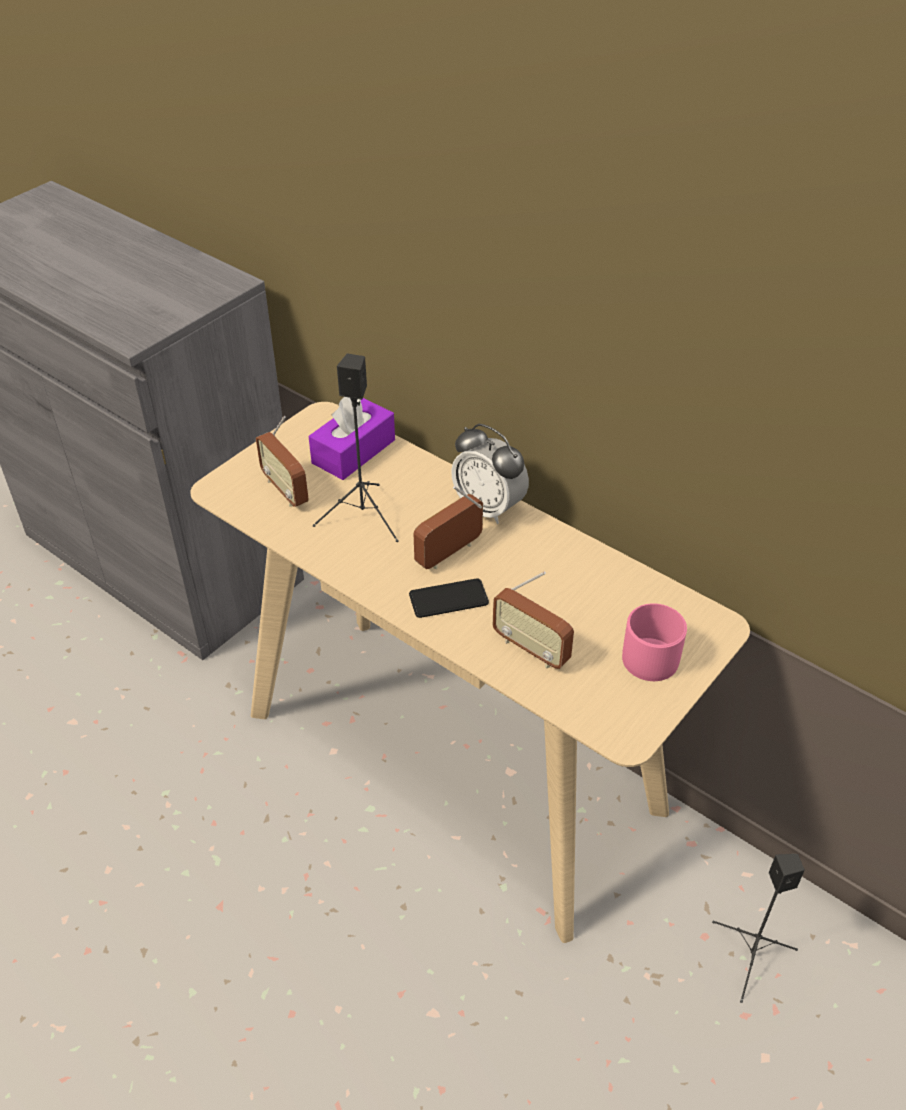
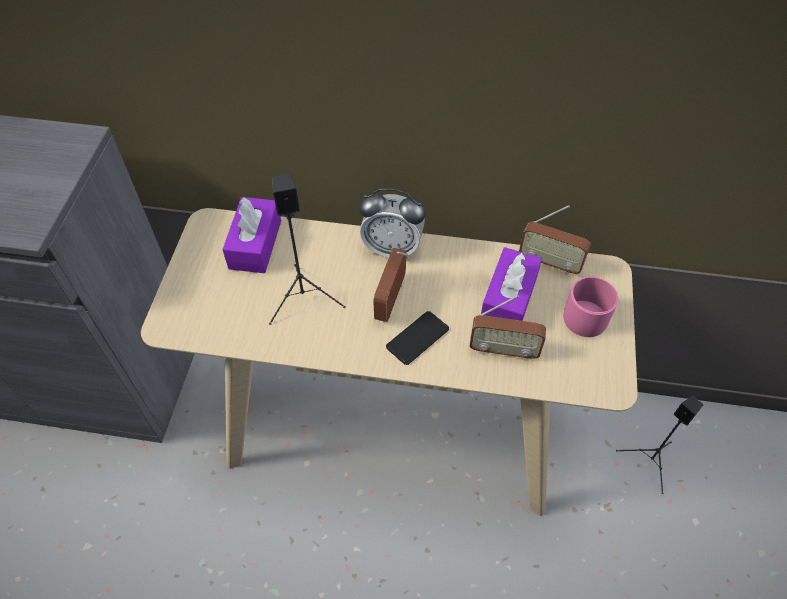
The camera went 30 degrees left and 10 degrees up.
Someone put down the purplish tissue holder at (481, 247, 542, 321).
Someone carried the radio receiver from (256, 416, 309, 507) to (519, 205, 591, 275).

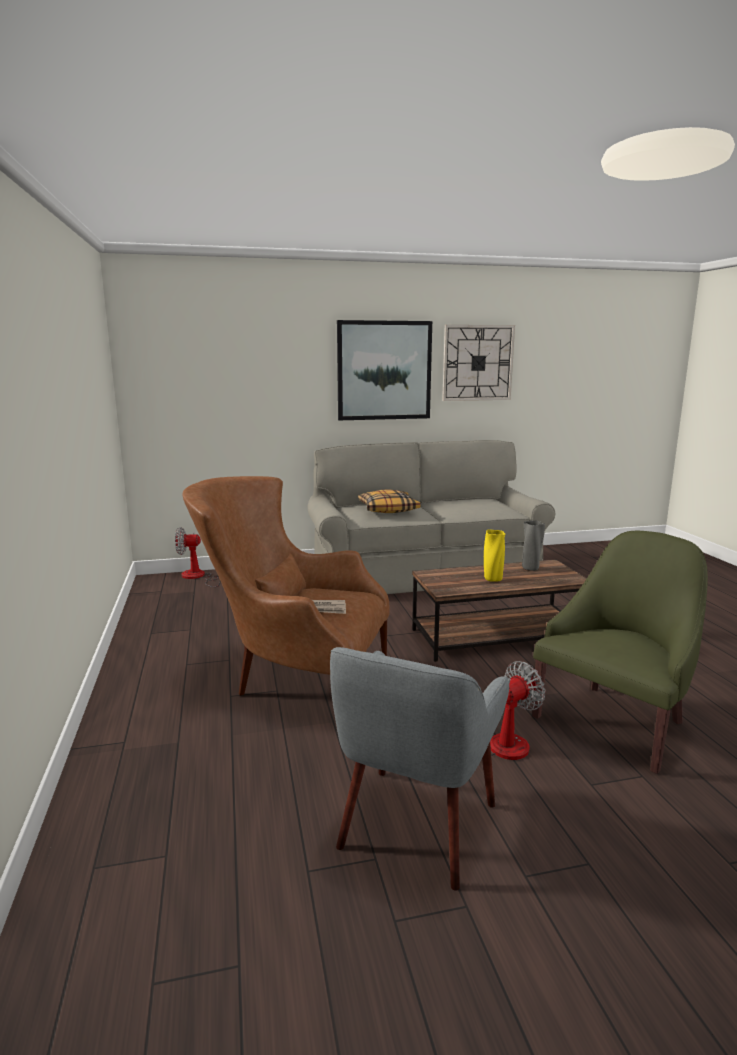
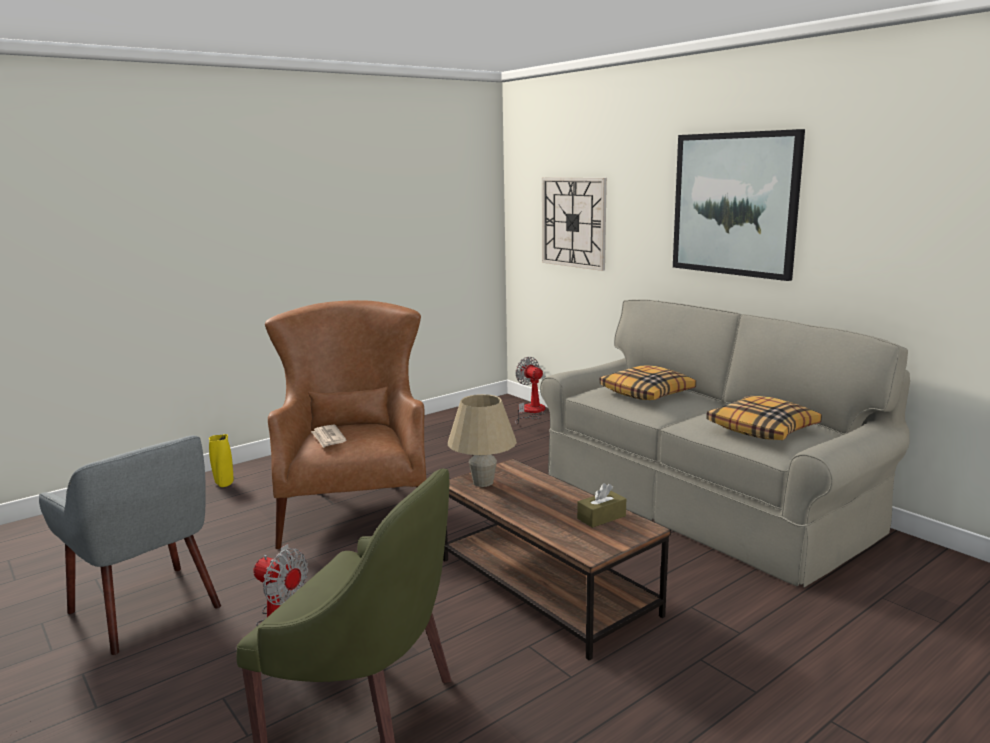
The camera went 65 degrees right and 0 degrees up.
Someone rotated the grey easy chair at (330, 647, 509, 891) by 135 degrees counterclockwise.
Someone carried the yellow-coloured vase from (484, 530, 505, 582) to (209, 434, 234, 487).
Someone put down the beige-coloured lamp for a table at (448, 394, 517, 487).
Someone carried the clock on the wall from (442, 325, 515, 401) to (542, 177, 607, 271).
Someone swapped the grey vase at (522, 520, 545, 571) for the brownish tissue holder at (577, 483, 626, 528).
Someone put down the pillow at (706, 396, 822, 440).

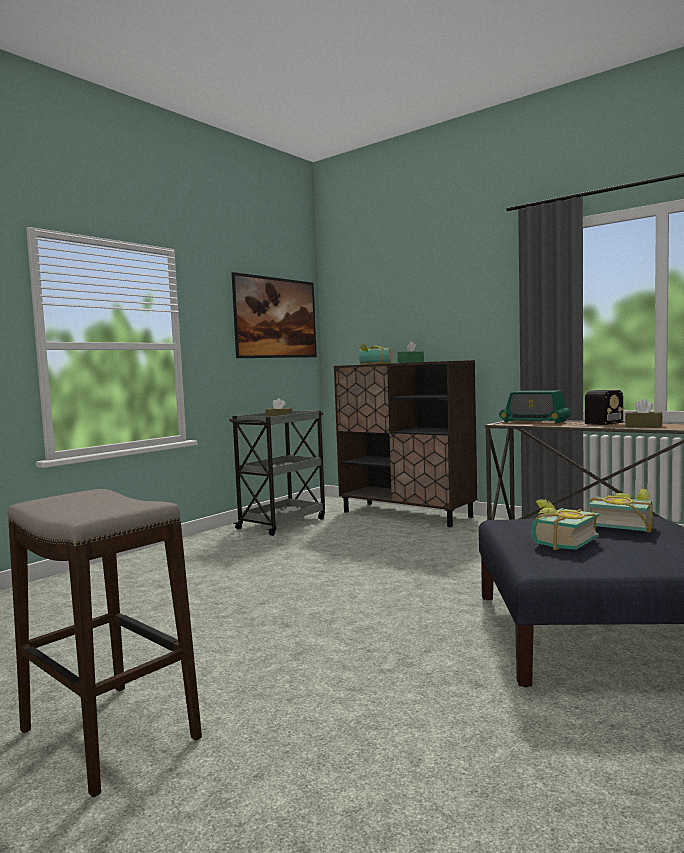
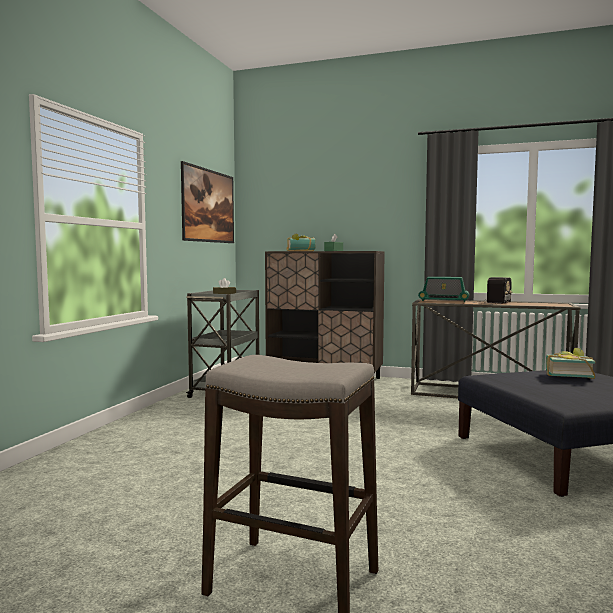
The camera went 20 degrees left and 0 degrees up.
Someone took away the volume at (531, 499, 599, 550).
Someone took away the brownish tissue holder at (625, 399, 663, 428).

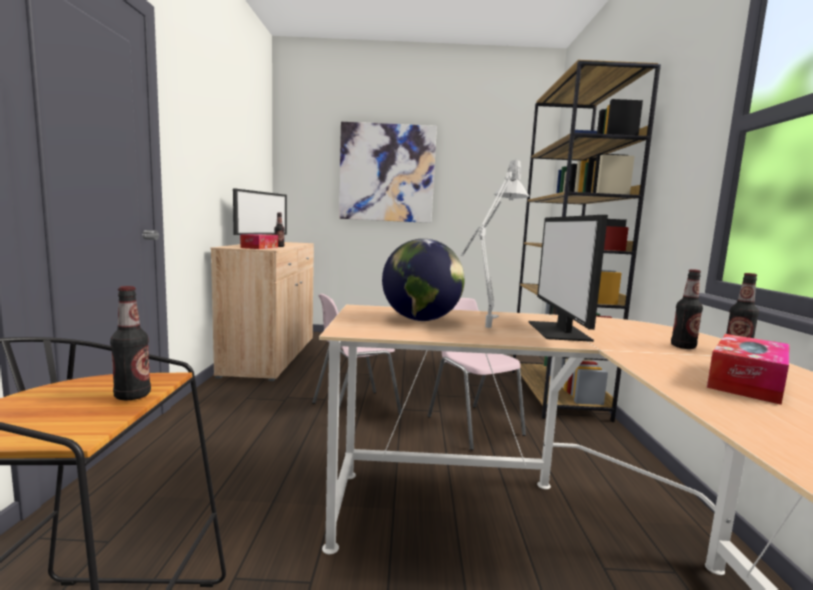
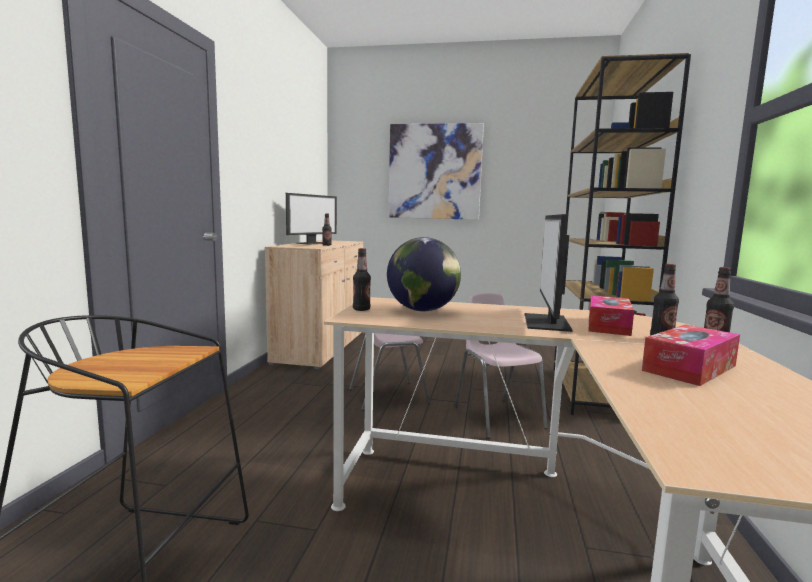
The camera went 10 degrees right and 0 degrees up.
Someone carried the bottle from (110, 286, 151, 400) to (353, 248, 371, 311).
Someone carried the tissue holder from (240, 234, 278, 249) to (589, 295, 634, 336).
Someone took away the grey lamp for a table at (460, 158, 529, 328).

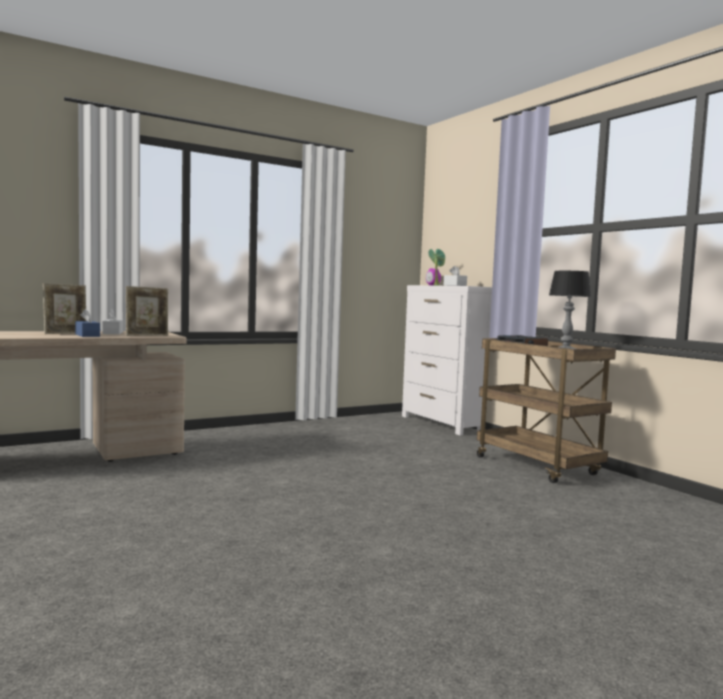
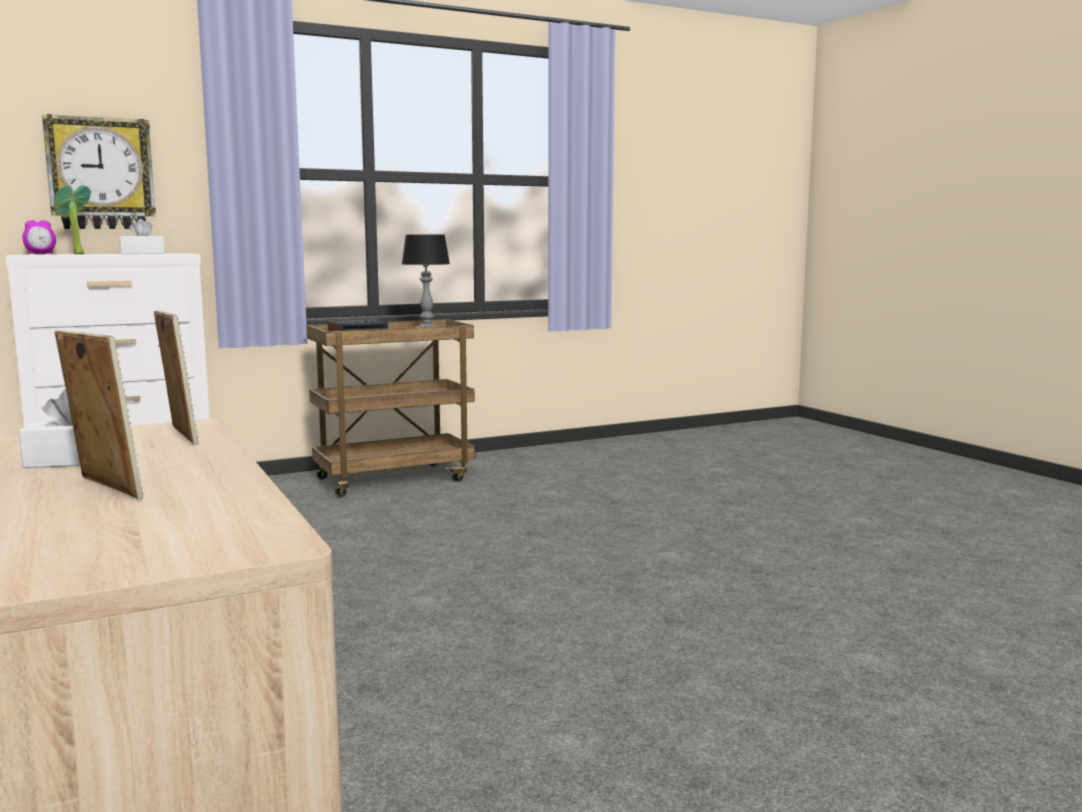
The camera went 85 degrees left and 5 degrees up.
Someone put up the clock on the wall at (42, 114, 156, 229).
Someone took away the blue tissue holder at (75, 309, 100, 337).

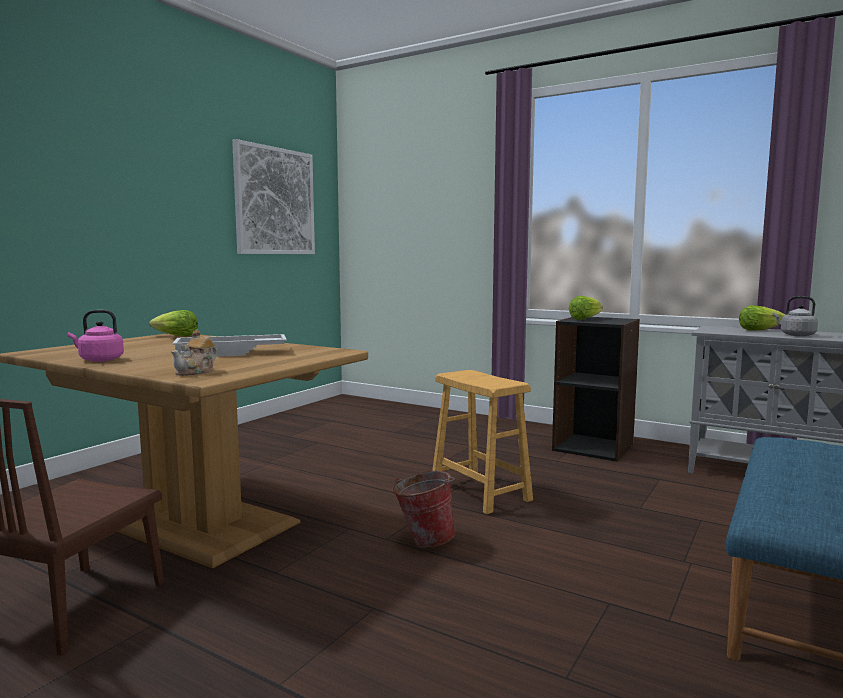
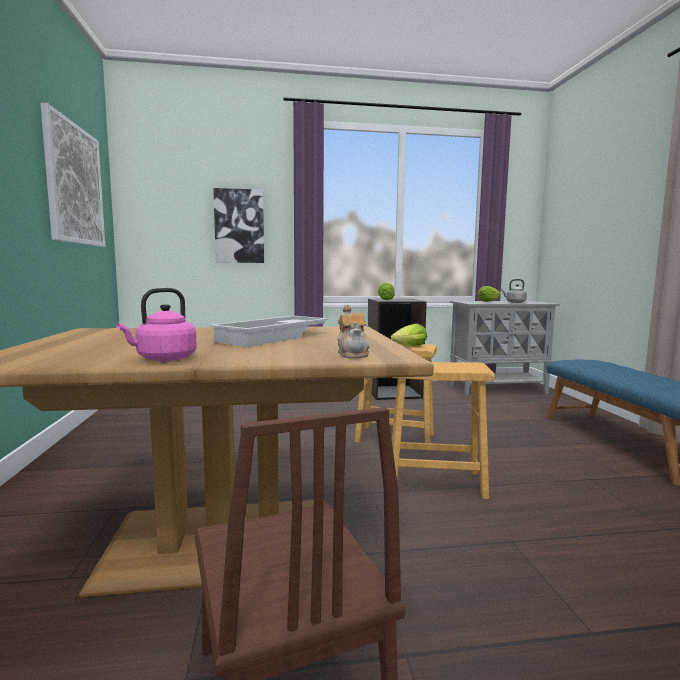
The camera went 40 degrees left and 0 degrees up.
Someone put up the wall art at (213, 188, 264, 263).
Someone carried the head of lettuce from (149, 310, 198, 337) to (391, 324, 427, 347).
Someone swapped the bucket at (393, 471, 456, 548) for the brownish stool seat at (392, 362, 495, 499).

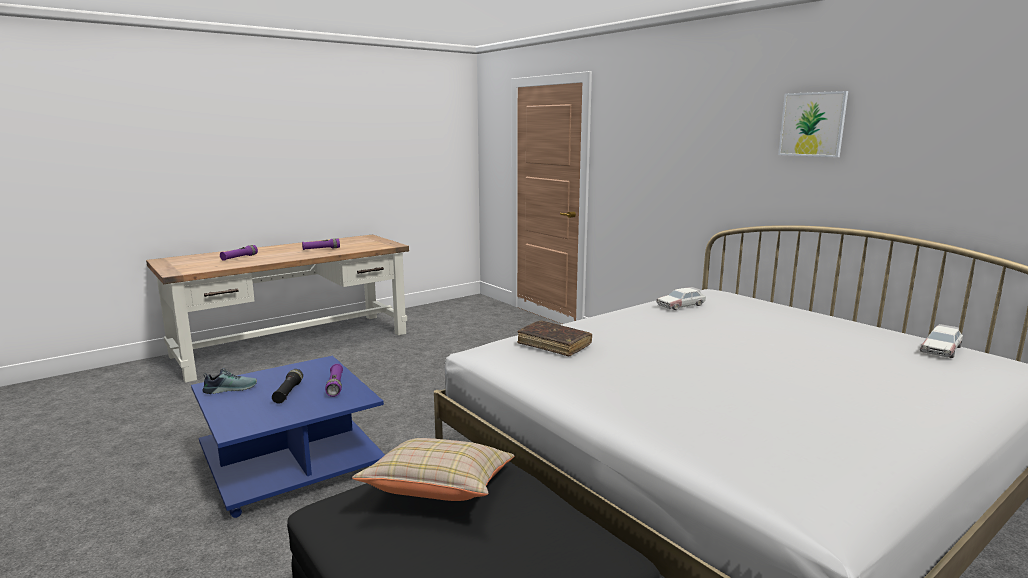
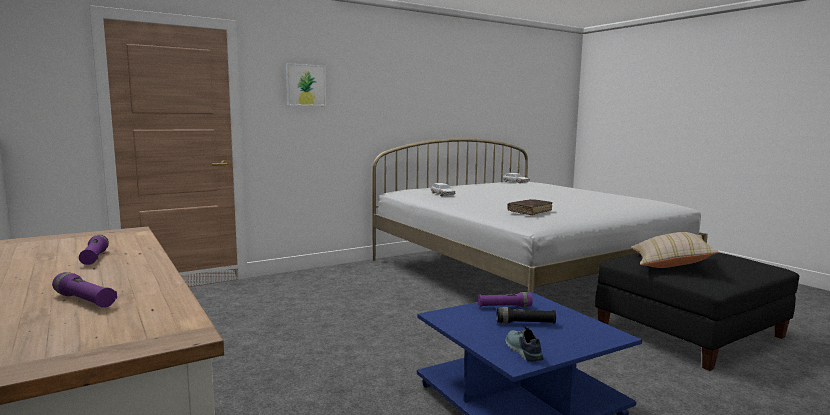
The camera went 85 degrees left and 5 degrees down.
Someone carried the wall art from (778, 91, 848, 157) to (286, 63, 326, 106).

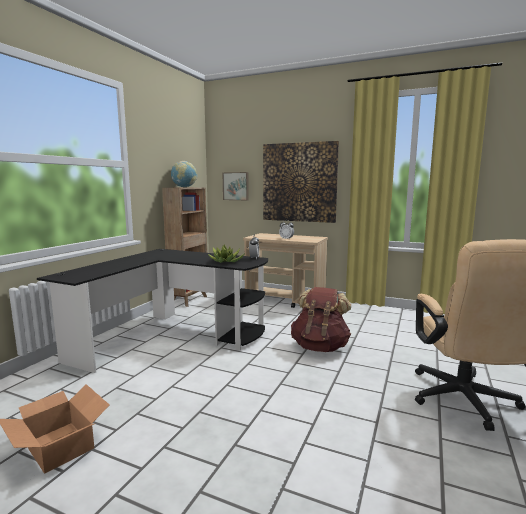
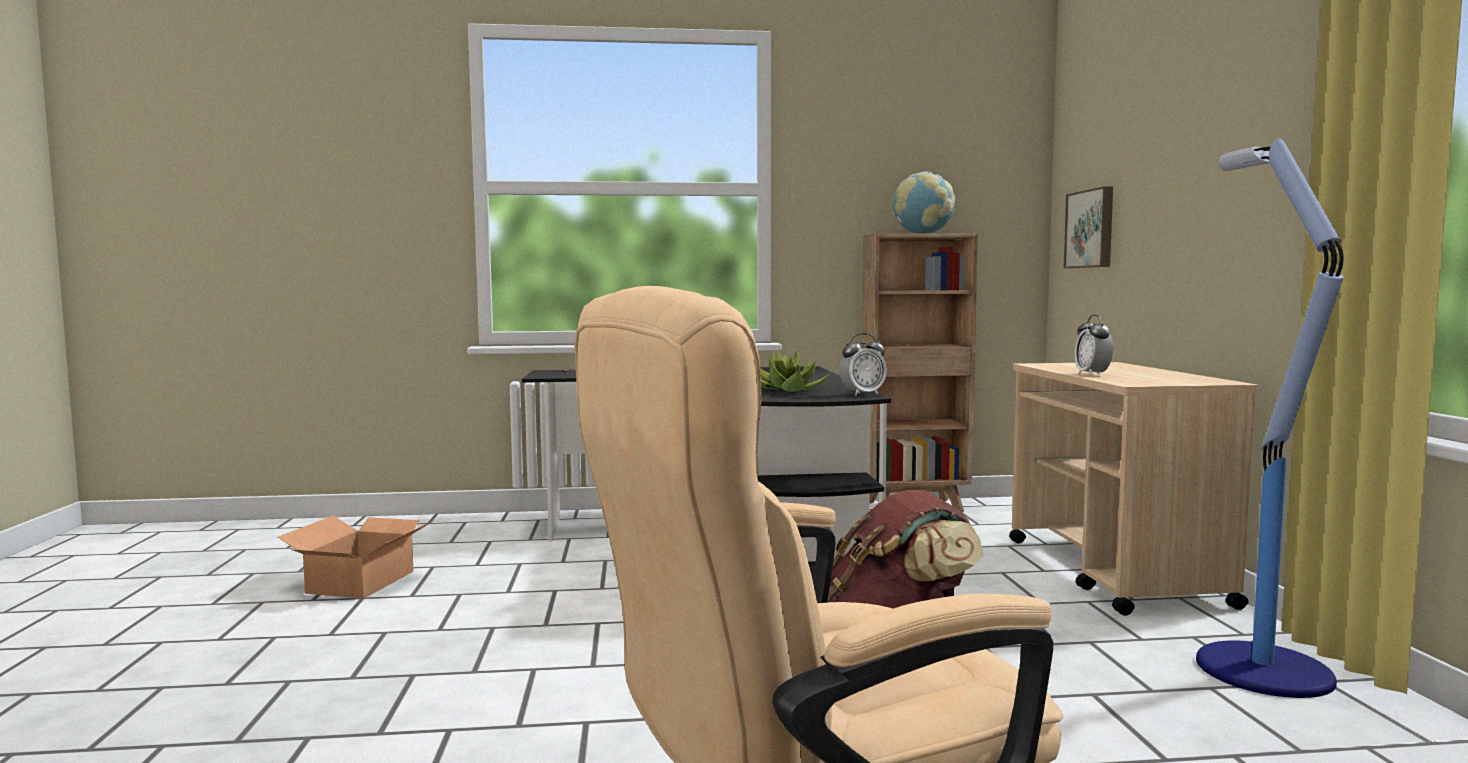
The camera went 60 degrees right and 5 degrees down.
Someone put down the standing lamp at (1196, 139, 1344, 698).
Someone took away the wall art at (263, 141, 339, 223).

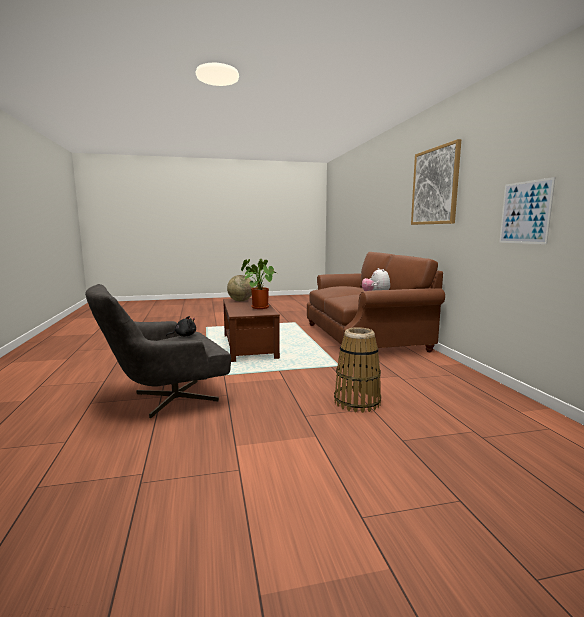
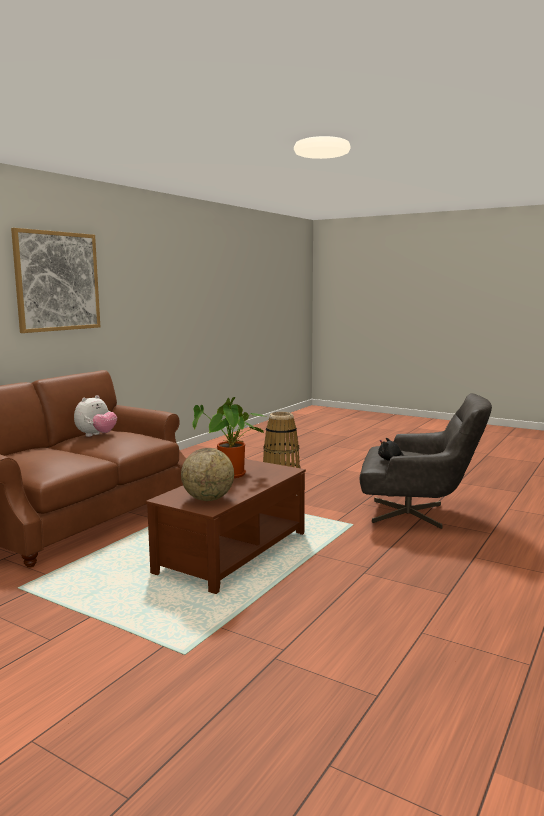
The camera went 135 degrees left and 0 degrees up.
Someone took away the wall art at (499, 177, 555, 244).

